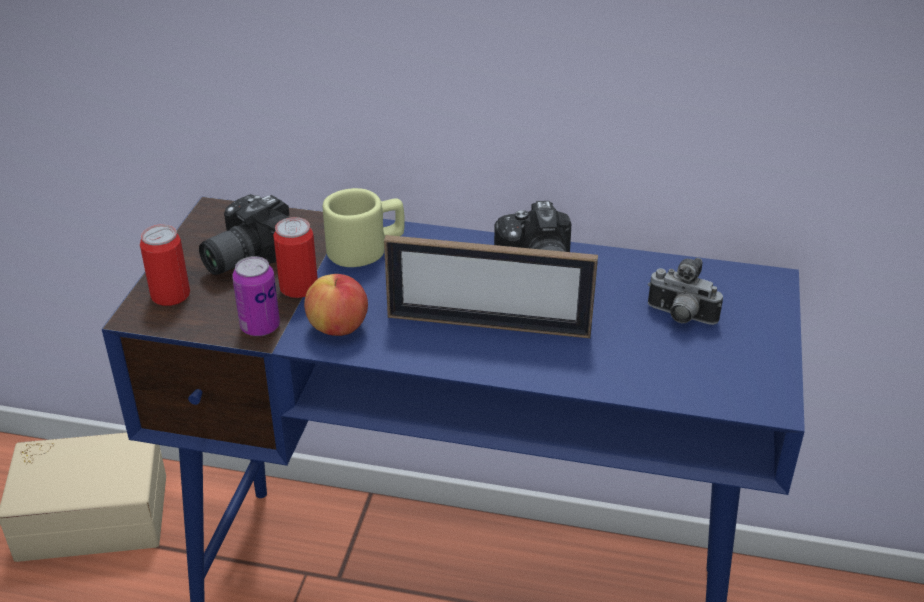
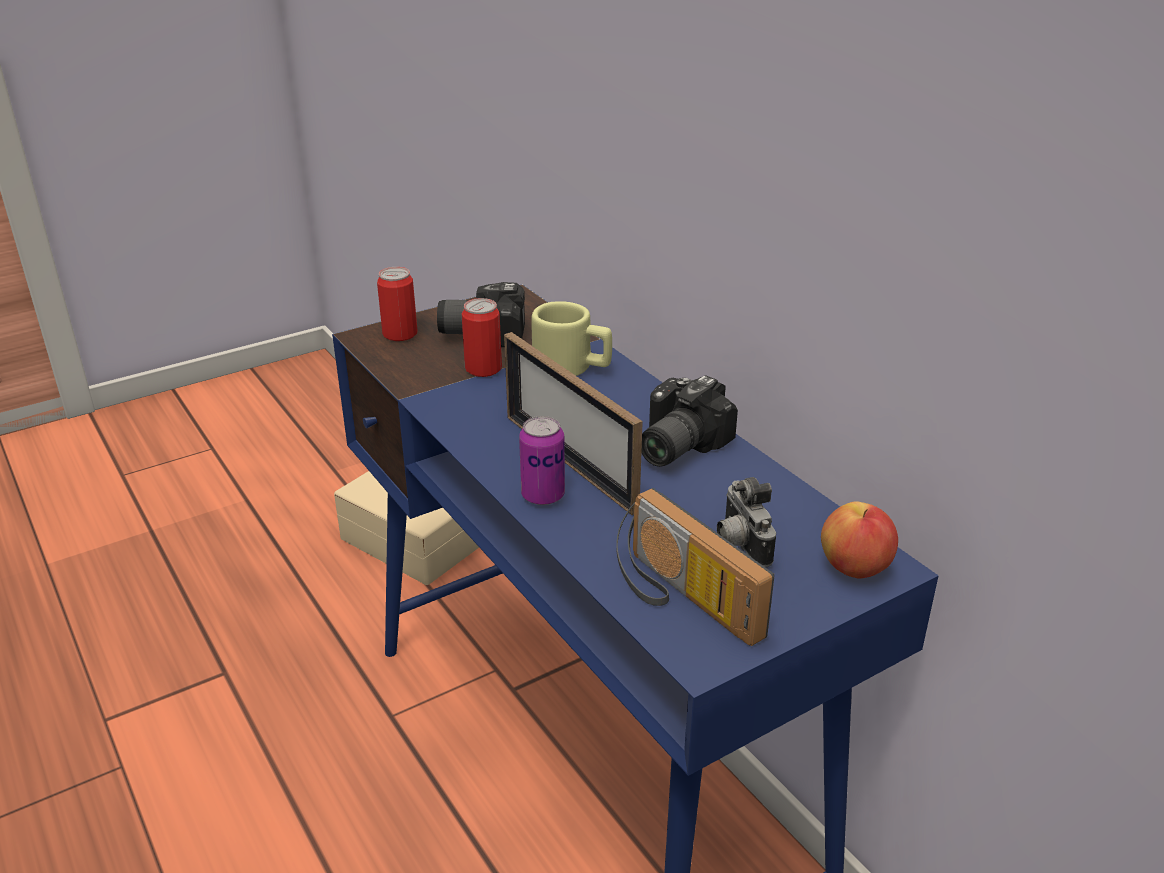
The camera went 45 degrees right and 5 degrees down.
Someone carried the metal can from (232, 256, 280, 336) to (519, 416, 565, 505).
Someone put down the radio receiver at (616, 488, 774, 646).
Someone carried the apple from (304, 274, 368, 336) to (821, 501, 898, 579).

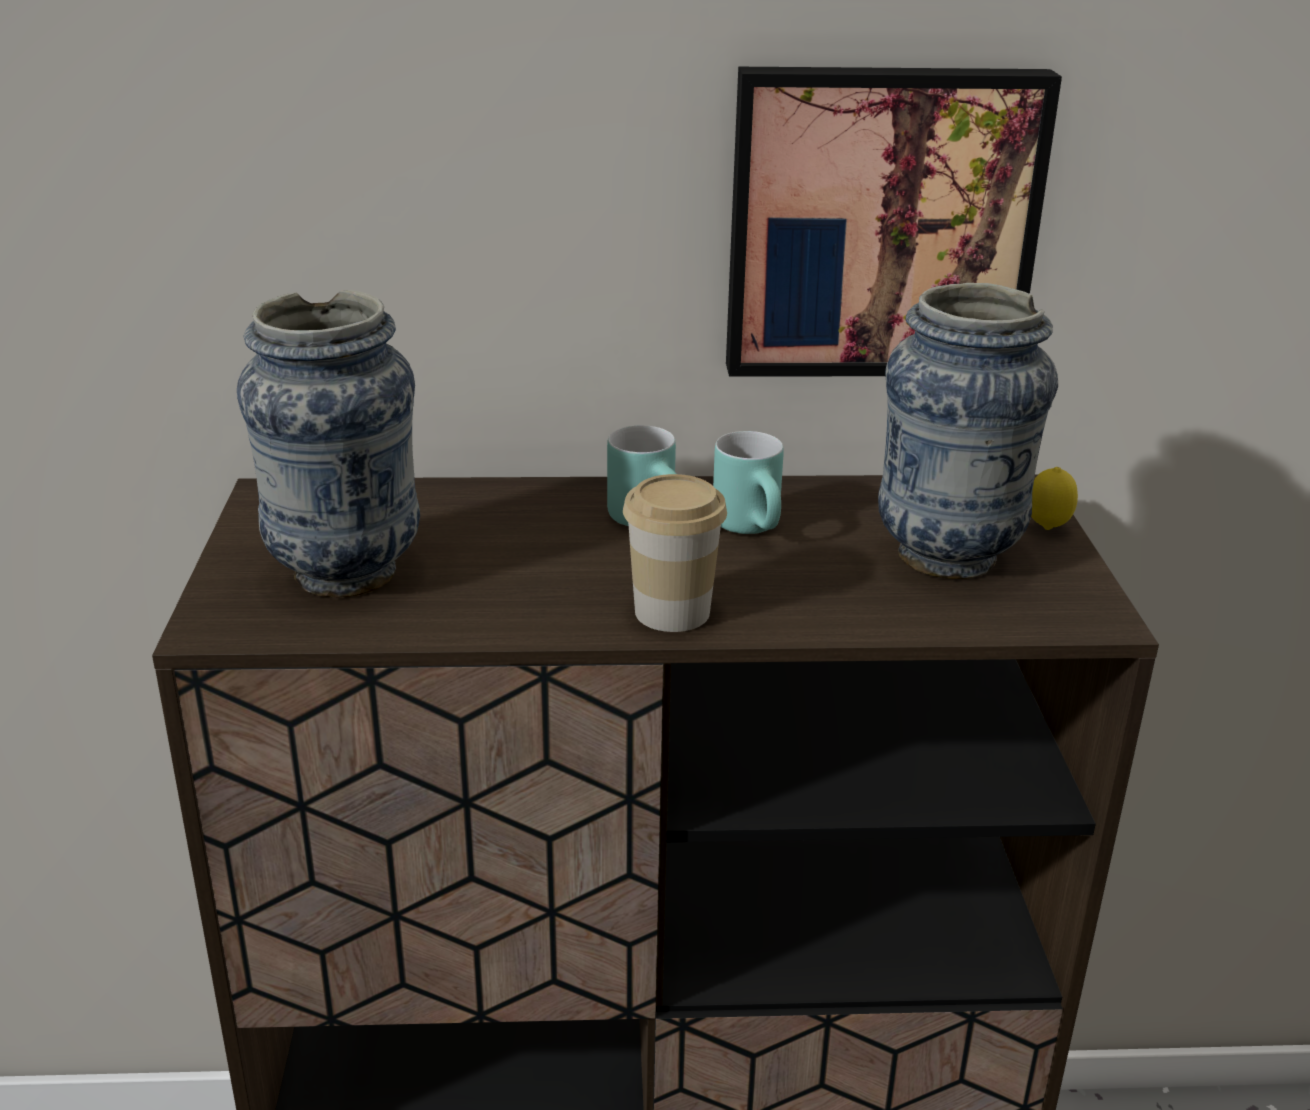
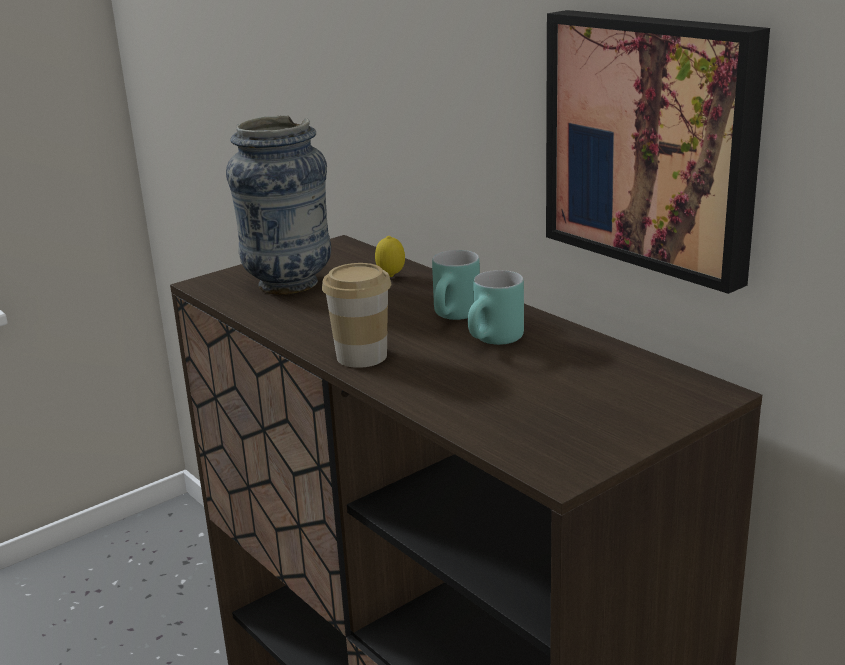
The camera went 55 degrees right and 5 degrees down.
Someone carried the citrus fruit from (1031, 467, 1078, 530) to (375, 236, 405, 277).
Someone took away the vase at (878, 283, 1058, 579).

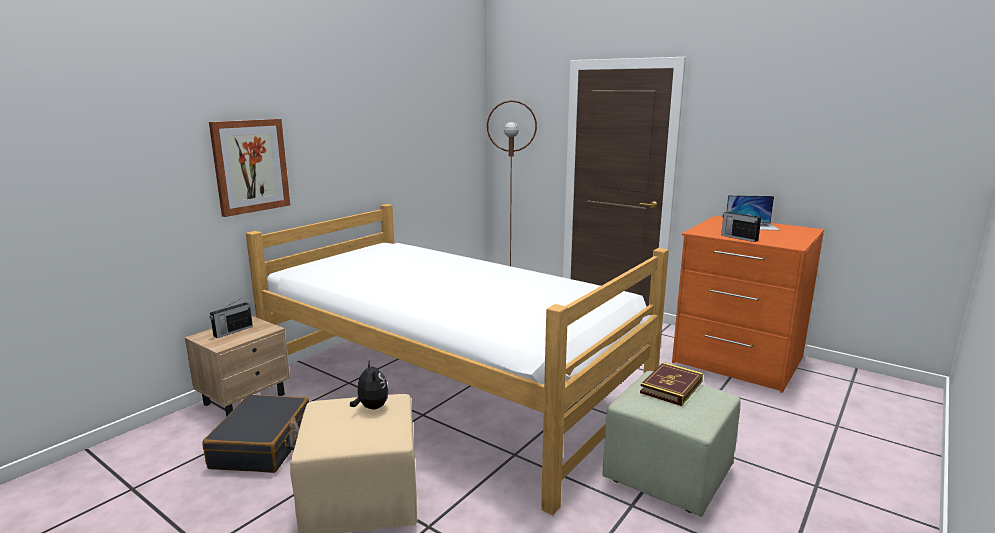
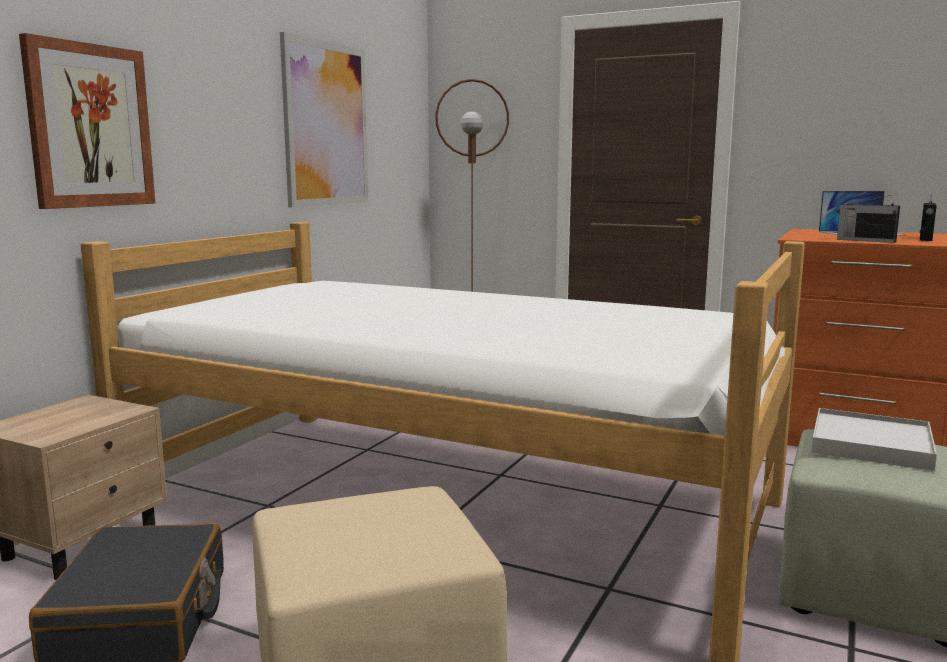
The camera went 10 degrees left and 5 degrees down.
Someone put up the wall art at (280, 32, 369, 207).
Someone swapped the volume at (640, 362, 703, 406) for the white carrying tray at (811, 408, 937, 471).
Someone carried the radio receiver from (210, 299, 253, 338) to (920, 193, 937, 241).
Someone took away the soft toy at (350, 360, 389, 410).

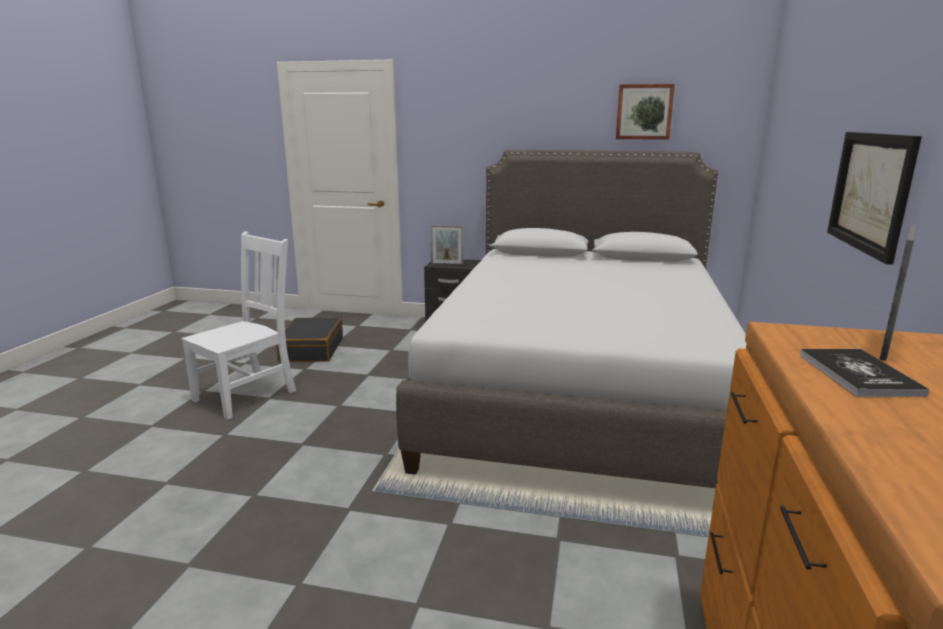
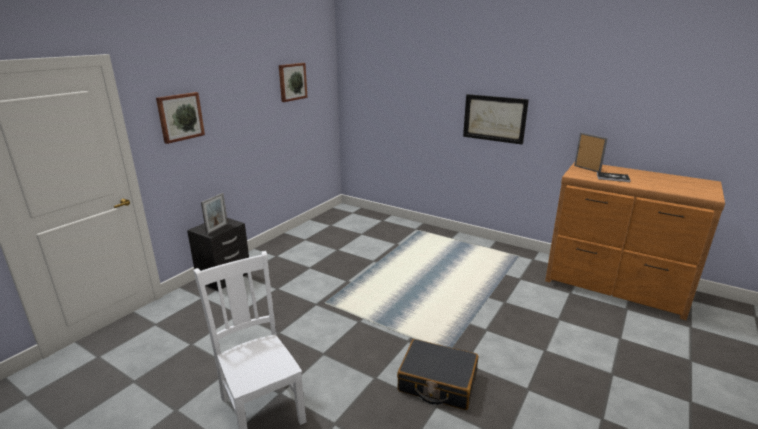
The camera went 70 degrees left and 5 degrees up.
Someone put up the wall art at (156, 92, 205, 144).
Someone carried the black-coloured travel case from (276, 317, 343, 362) to (397, 339, 478, 410).
Someone took away the grey bed at (396, 150, 747, 488).

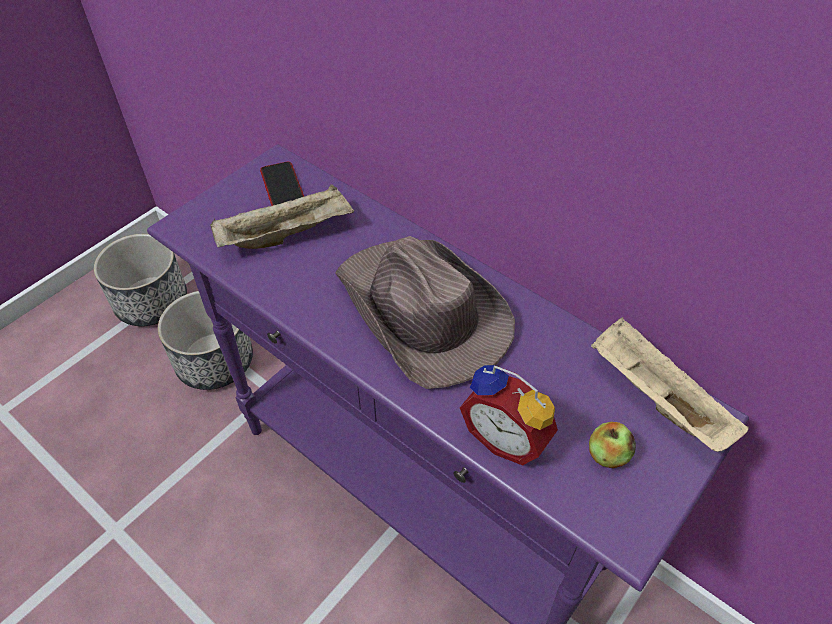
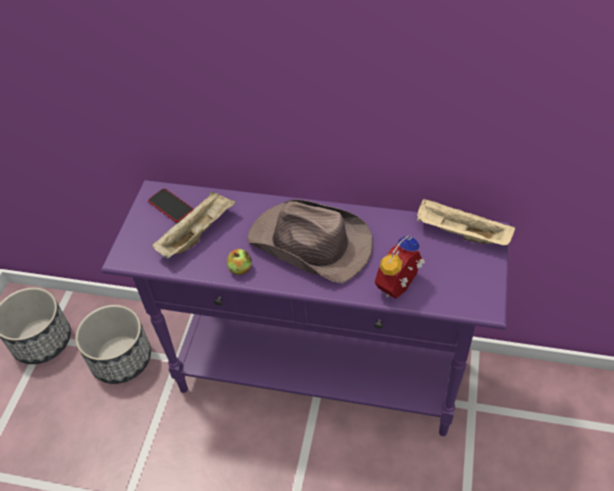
The camera went 25 degrees left and 0 degrees up.
Someone carried the apple from (589, 422, 636, 468) to (227, 249, 252, 275).
Someone rotated the table clock at (460, 365, 558, 465) by 120 degrees clockwise.

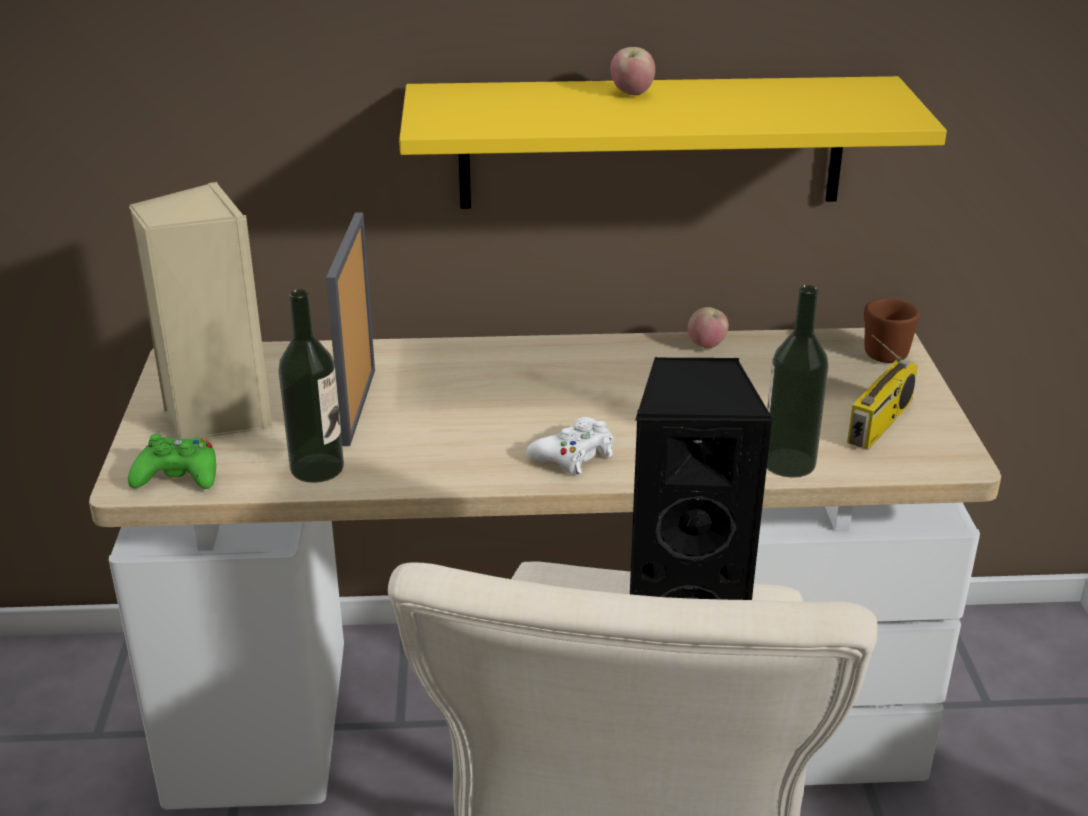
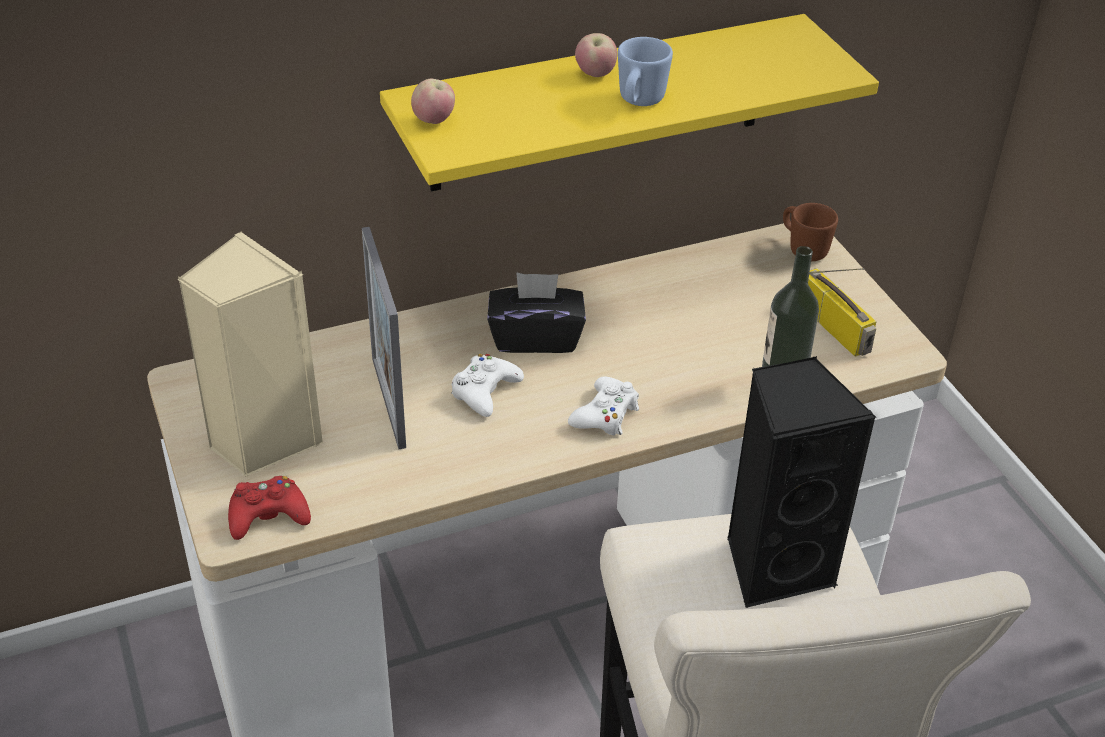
The camera went 20 degrees left and 10 degrees up.
Someone repainted the green game controller at (128, 434, 216, 489), which became the red-coloured game controller at (228, 476, 311, 540).
Someone carried the apple from (688, 307, 729, 348) to (411, 79, 455, 124).
Someone put down the white game controller at (451, 354, 524, 417).
Someone put down the black-coloured tissue holder at (487, 272, 586, 353).
Someone put down the blue mug at (618, 37, 673, 106).
Someone rotated the radio receiver at (847, 334, 918, 450) by 45 degrees counterclockwise.
Someone took away the bottle at (279, 289, 344, 483).

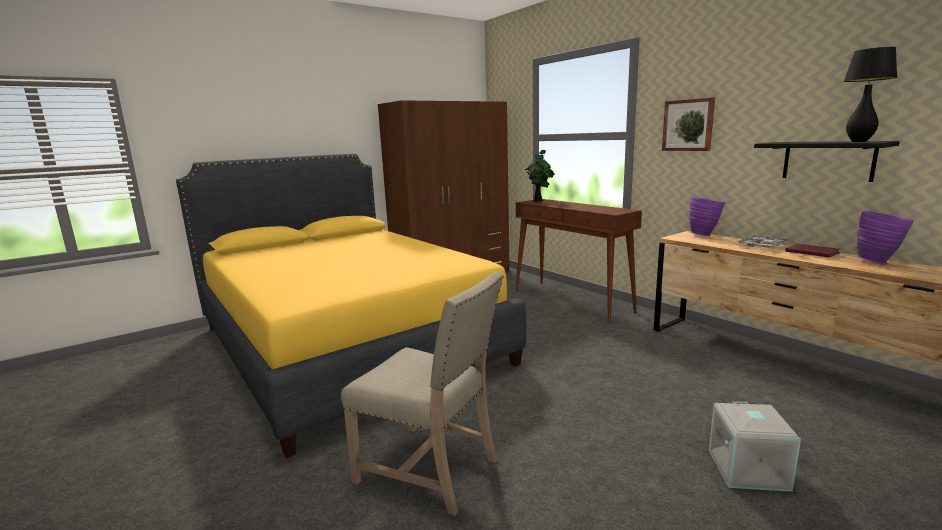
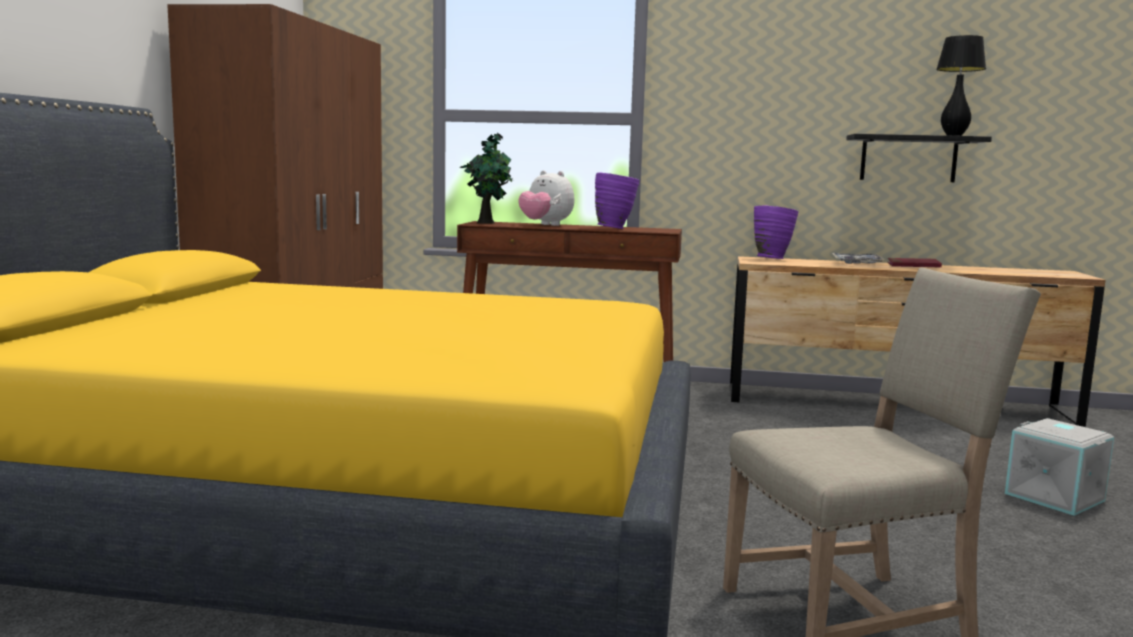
The camera went 45 degrees left and 5 degrees down.
Someone put down the soft toy at (518, 171, 574, 226).
Someone carried the purplish vase from (857, 211, 914, 264) to (595, 172, 640, 229).
Someone took away the wall art at (662, 97, 715, 151).

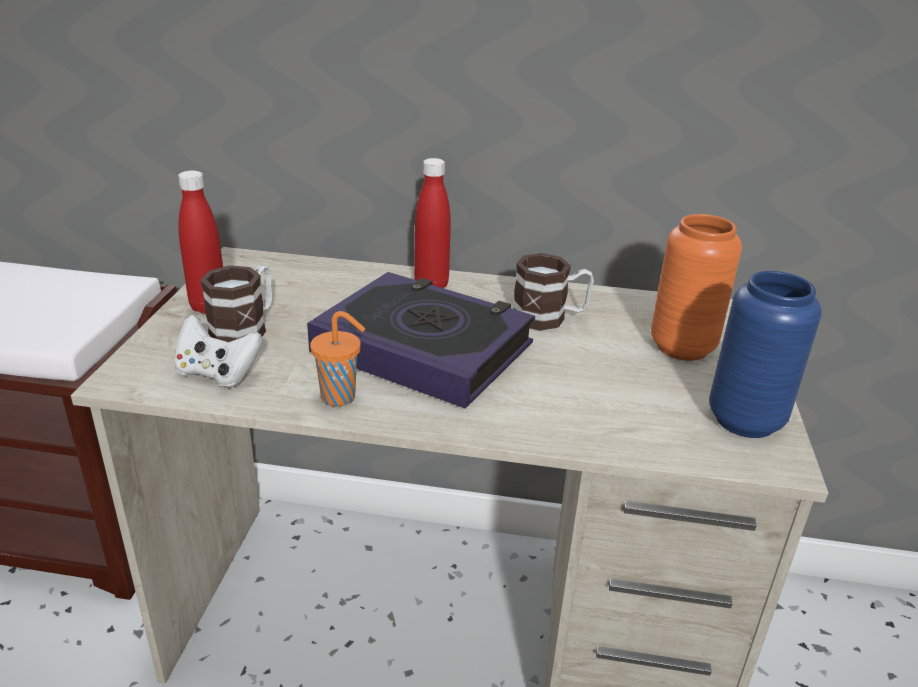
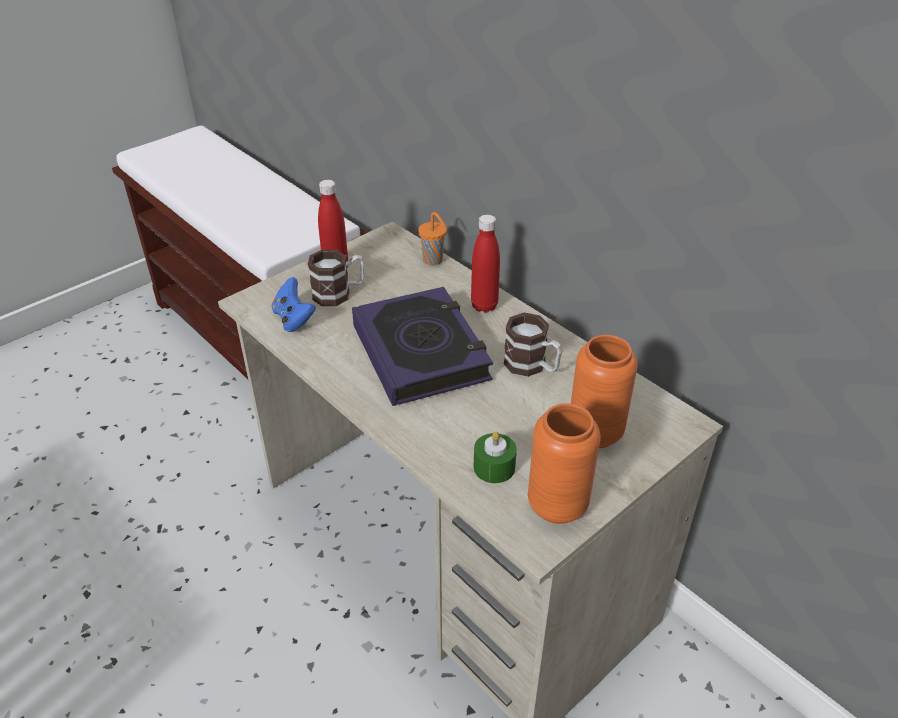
The camera went 40 degrees right and 10 degrees up.
Someone repainted the white game controller at (175, 315, 263, 388), which became the blue game controller at (272, 277, 316, 332).
Someone carried the orange small cup from (310, 311, 365, 407) to (418, 212, 447, 266).
Someone put down the green candle at (474, 432, 517, 483).
Someone repainted the blue vase at (709, 271, 822, 438), which became the orange vase at (528, 403, 601, 524).

